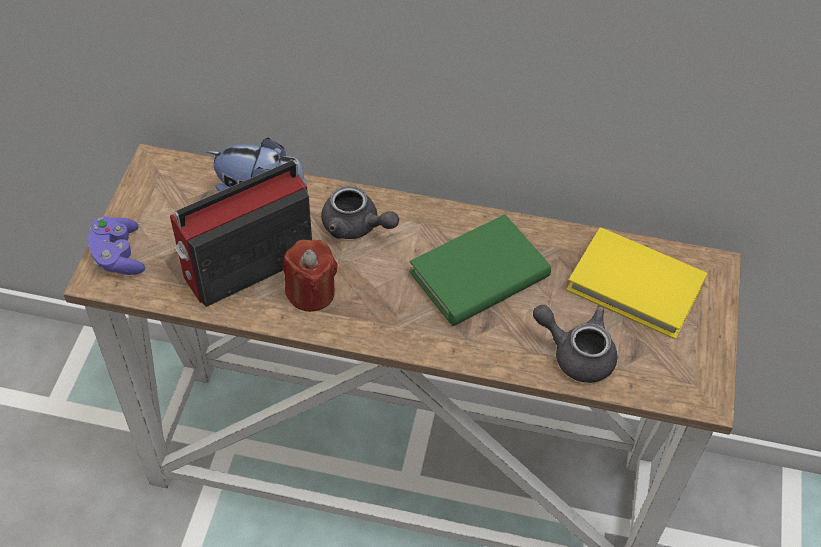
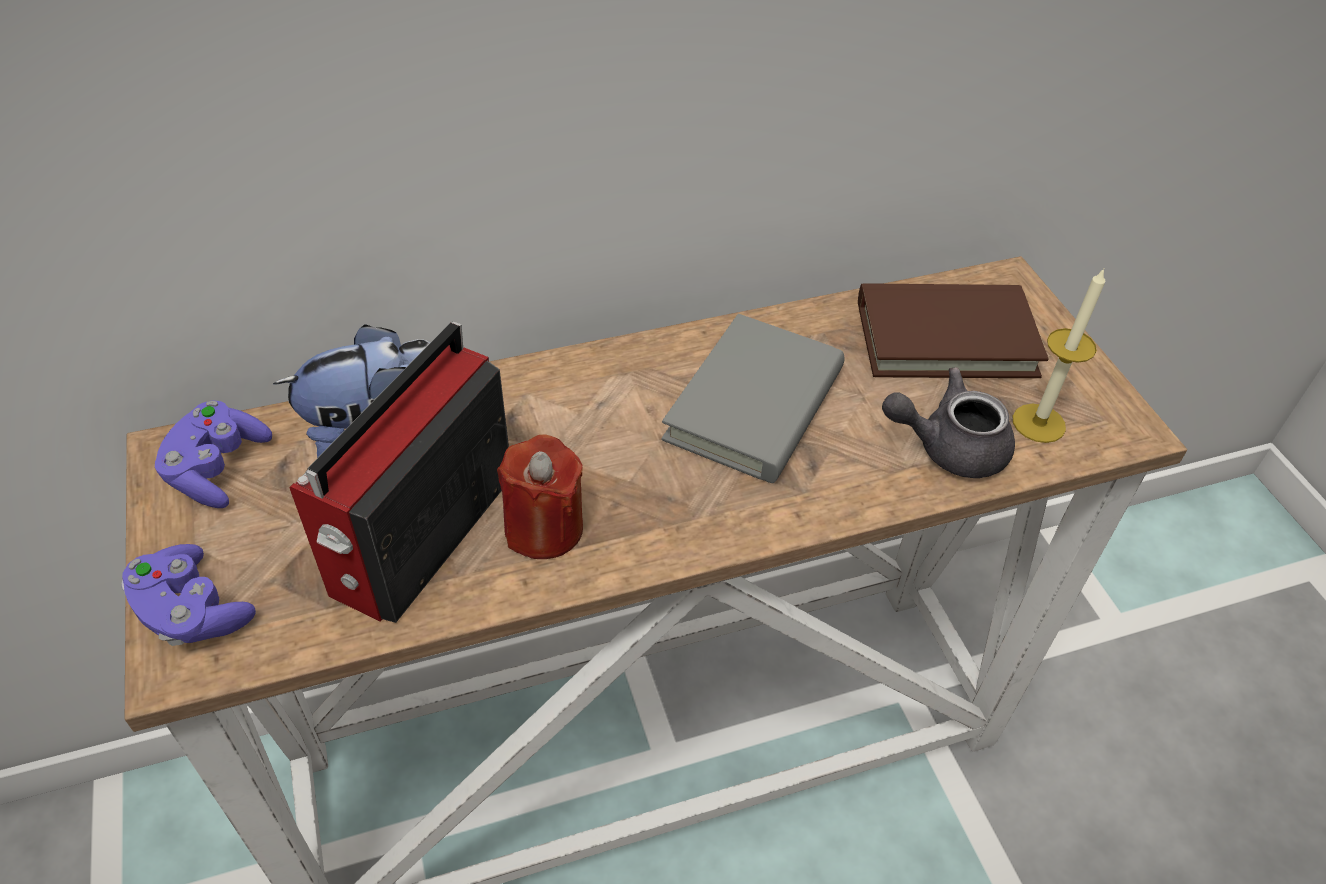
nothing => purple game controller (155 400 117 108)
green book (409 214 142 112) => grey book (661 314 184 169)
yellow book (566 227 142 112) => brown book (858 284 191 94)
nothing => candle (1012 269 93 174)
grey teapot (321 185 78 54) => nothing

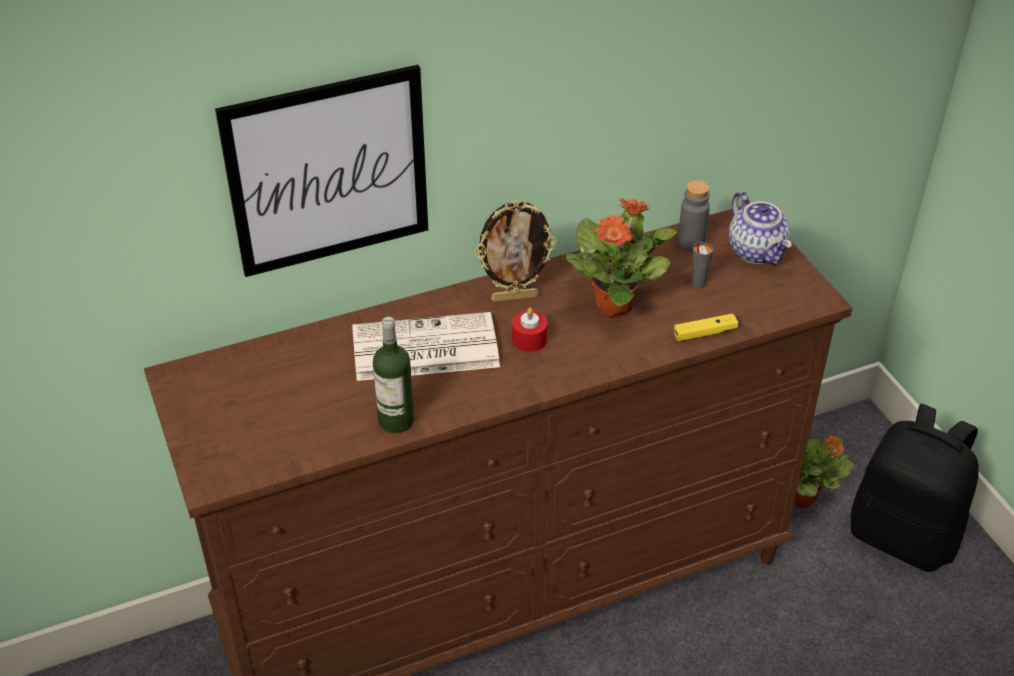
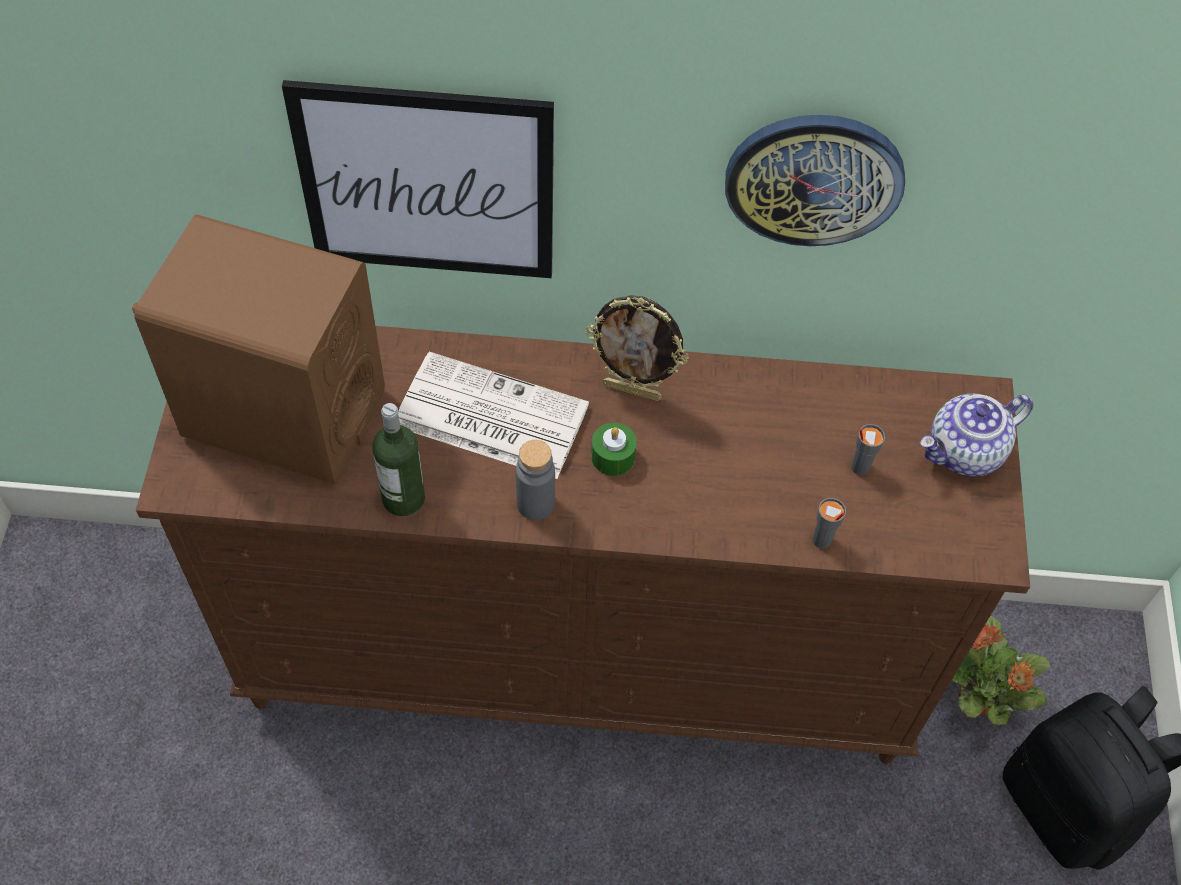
nothing => brown speaker (132 215 253 269)
grey bottle (678 180 32 72) => grey bottle (516 440 39 80), shifted
red candle (512 308 36 44) => green candle (591 423 46 53)
nothing => wall clock (725 115 180 131)
yellow game controller (674 313 64 28) => grey cup (812 498 34 51)
teapot (729 191 63 74) => teapot (920 394 113 83), 60 degrees clockwise
potted plant (566 198 111 119) => nothing

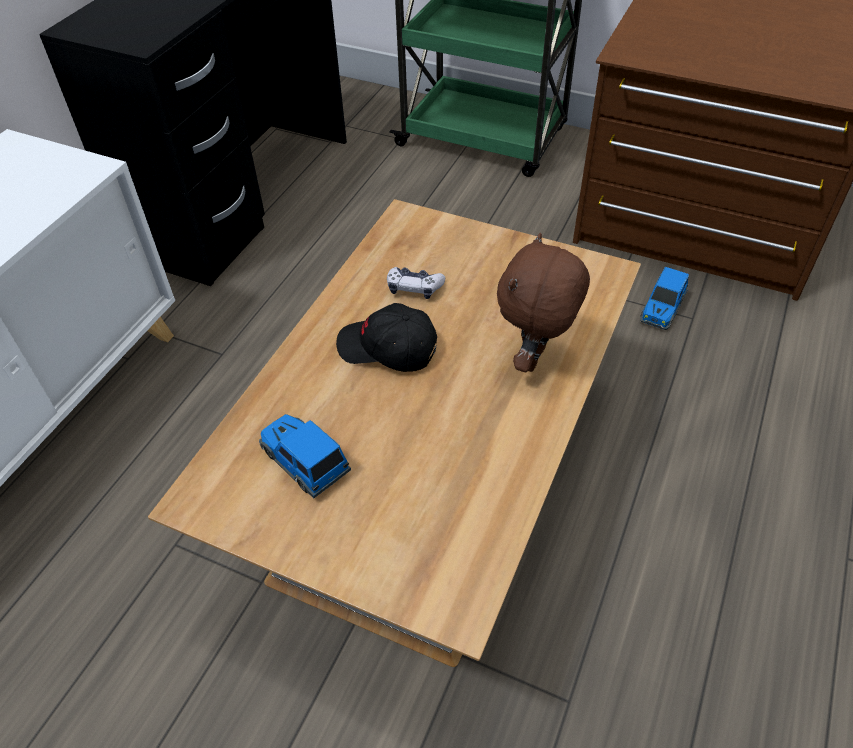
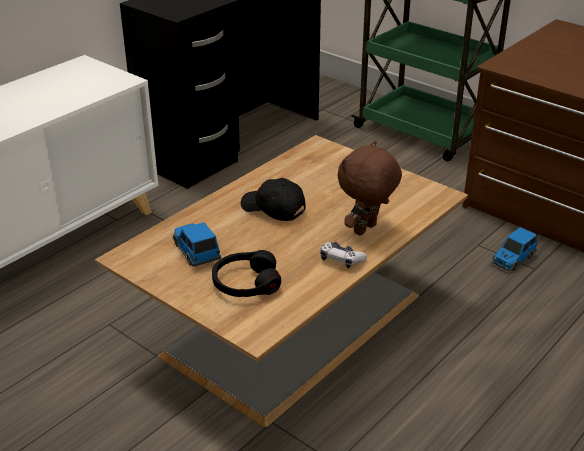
nothing => black headphones (212 250 69 47)
game controller (387 267 58 32) => game controller (320 242 47 26), shifted

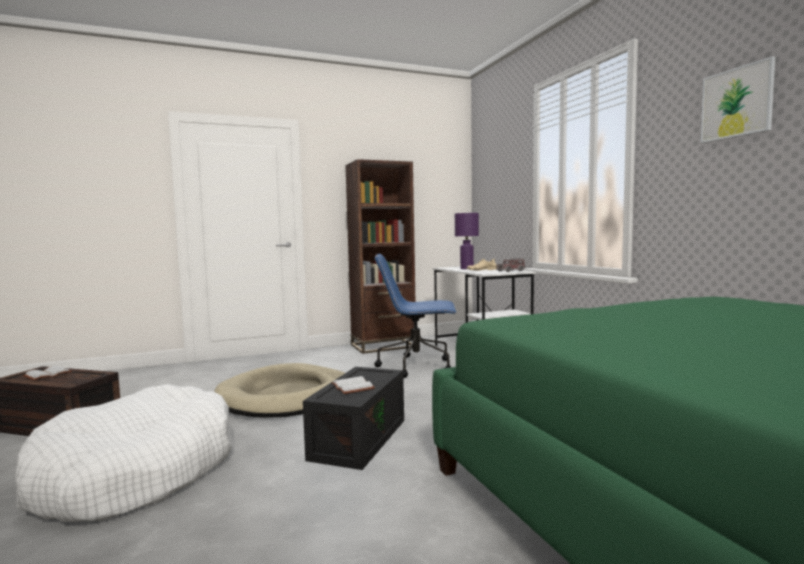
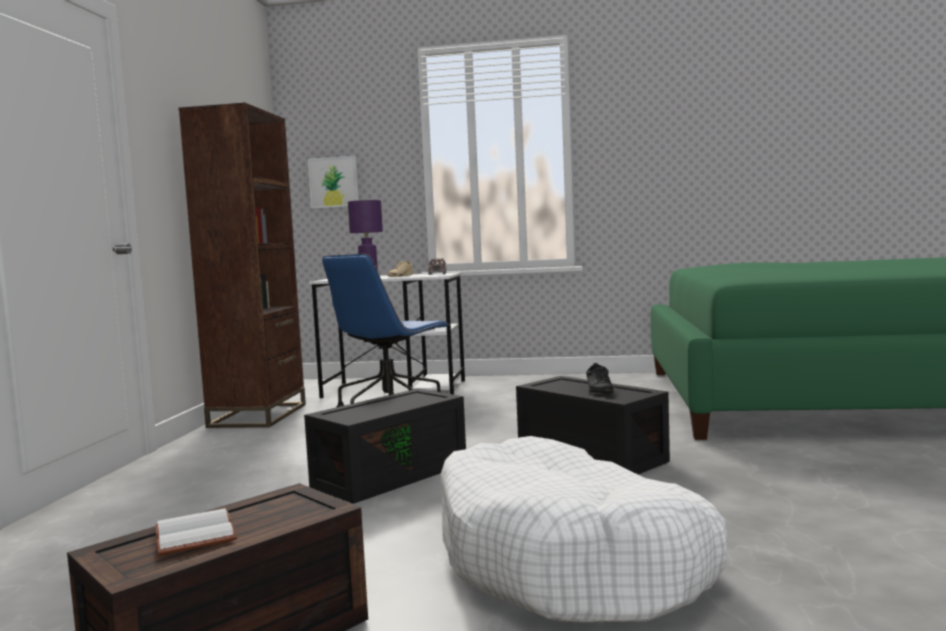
beige dog bed (214 363 131 55) => black storage box (304 389 162 115)
picture (700 56 75 87) => picture (308 156 51 53), shifted
white book (331 376 44 18) => black shoe (586 363 28 30)

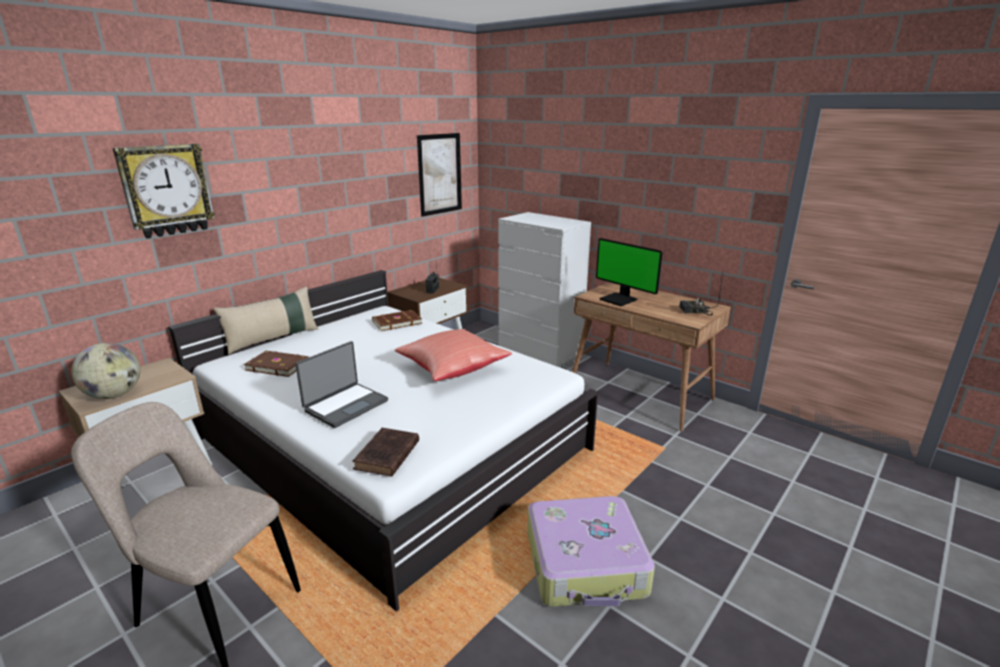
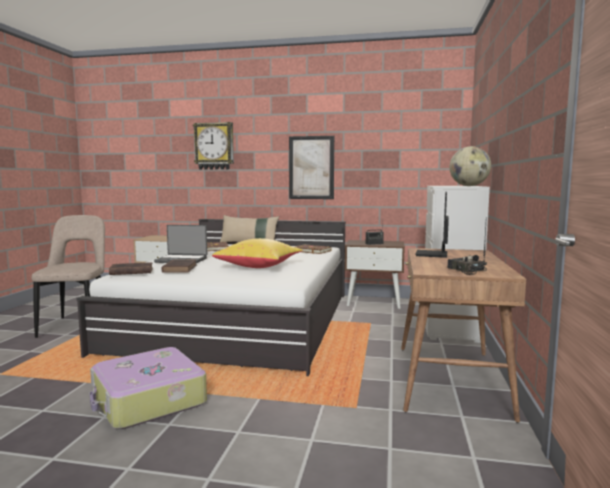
nothing => brown book (161 259 36 14)
red pillow (395 329 117 52) => yellow pillow (212 238 90 30)
picture (417 133 45 84) => picture (289 136 45 63), shifted
globe (71 343 70 56) => globe (449 146 42 40), shifted

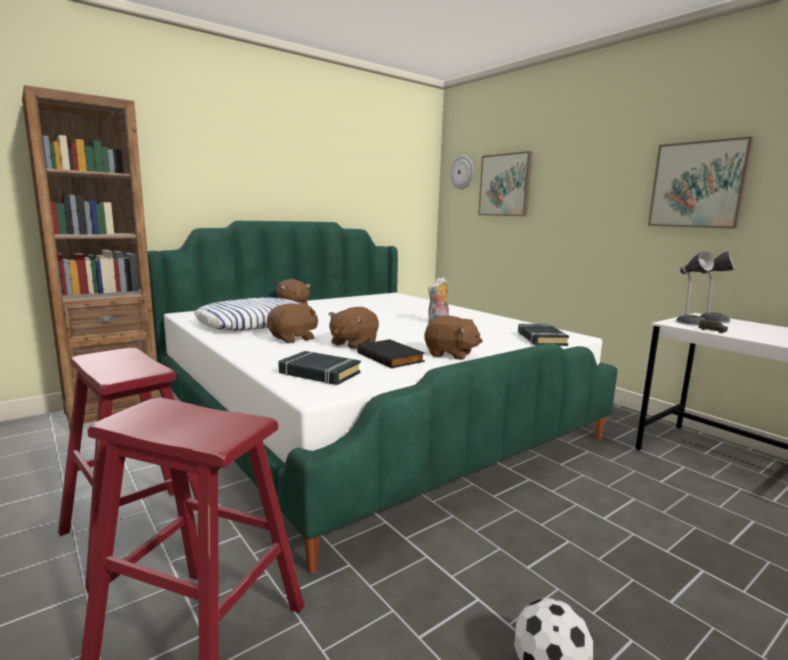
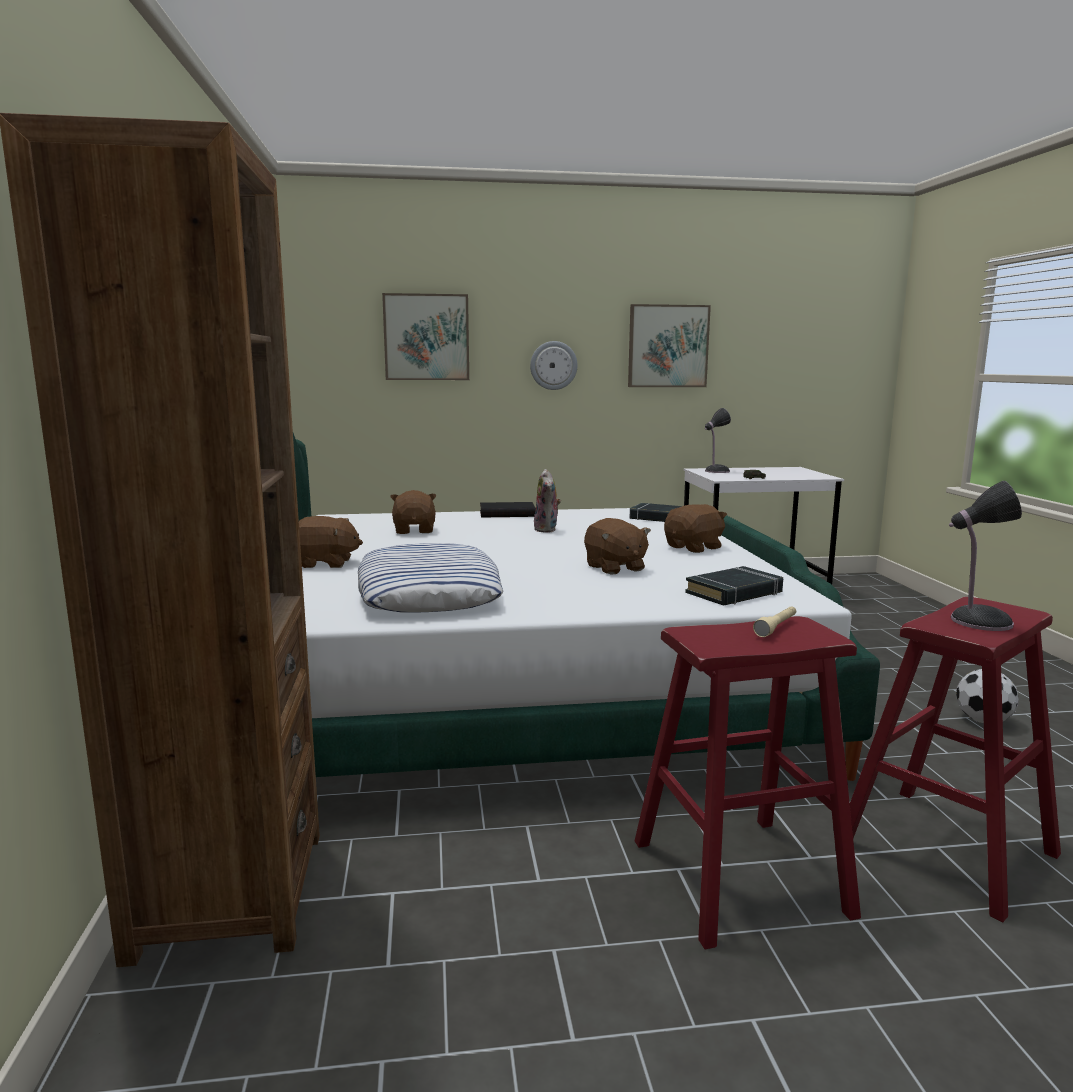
brown plush toy (267 304 51 39) => brown plush toy (390 490 47 44), shifted
black book (357 339 68 29) => black book (480 502 56 15), shifted
wall clock (450 155 24 34) => wall clock (530 341 48 49), shifted
nothing => beige flashlight (753 606 43 31)
table lamp (676 251 38 75) => table lamp (949 481 73 150), shifted

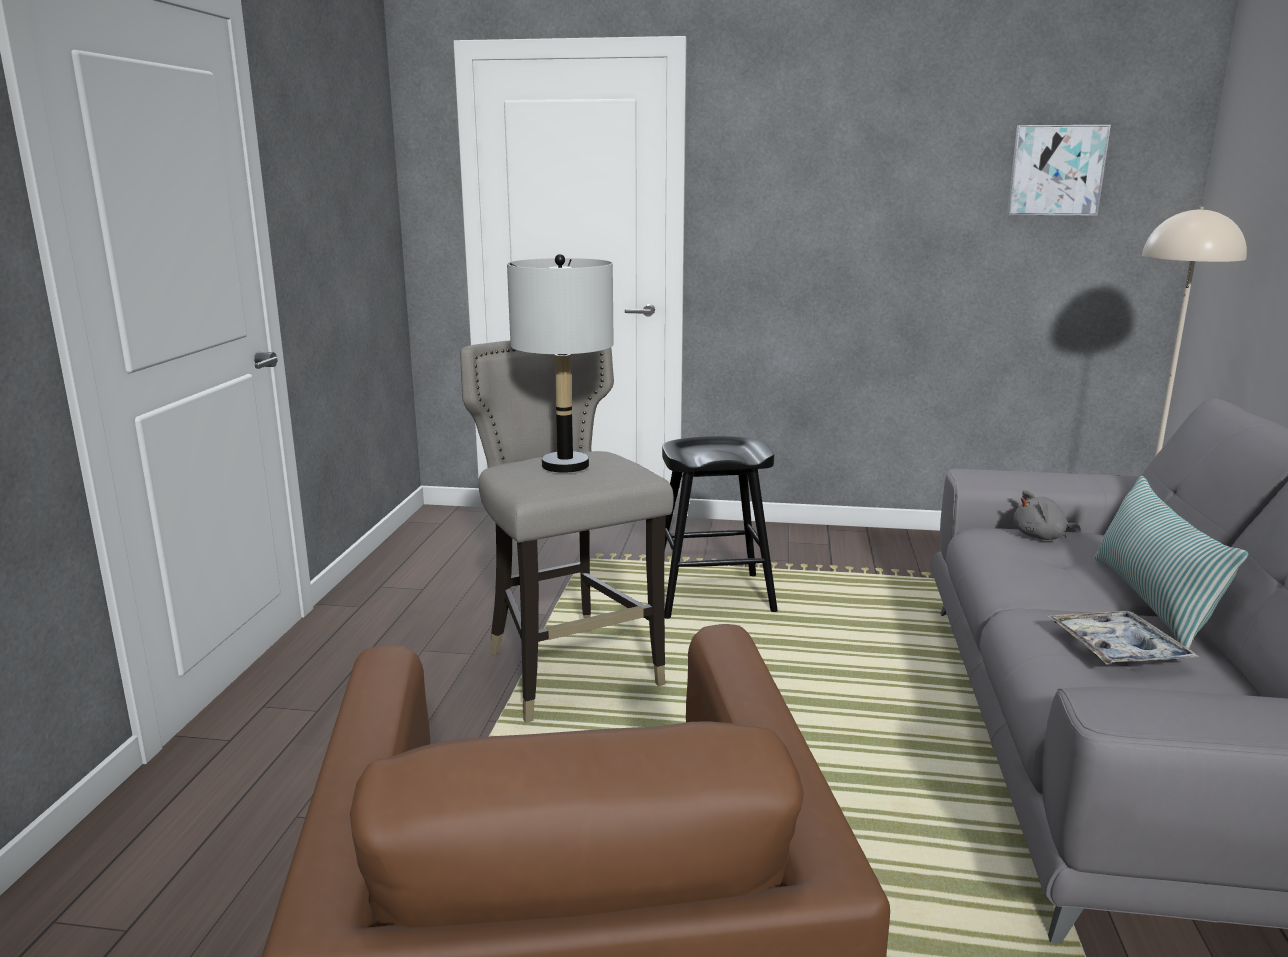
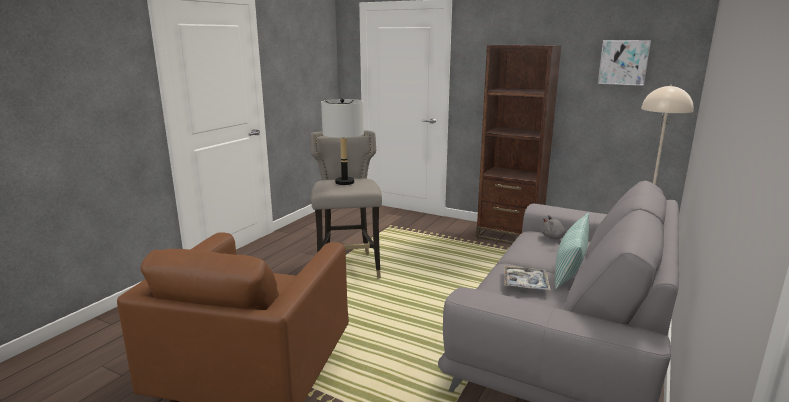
nothing => brown bookcase (476 45 86 199)
black stool (662 436 116 183) => nothing

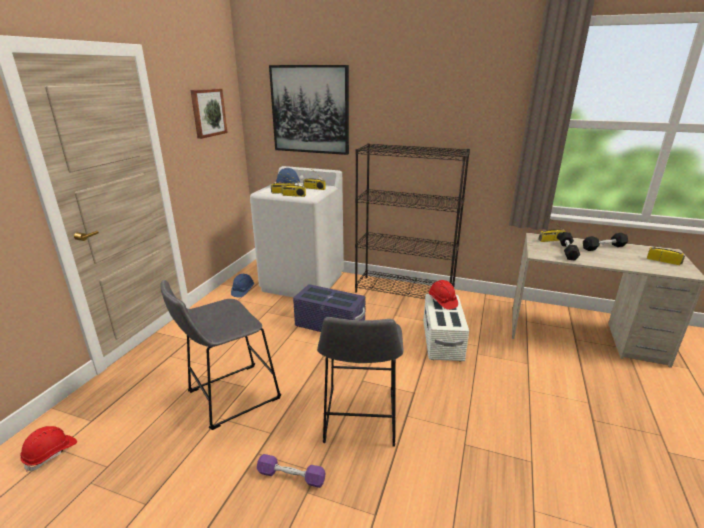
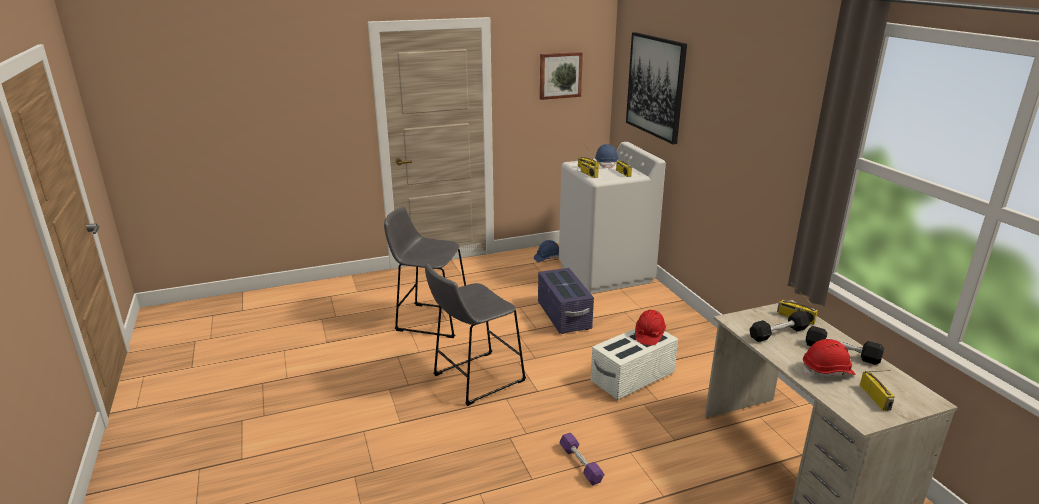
purple dumbbell (257 454 69 34) => purple dumbbell (559 433 46 52), shifted
red hard hat (20 426 57 46) => red hard hat (802 339 54 39), shifted
black bookcase (355 143 115 156) => nothing

